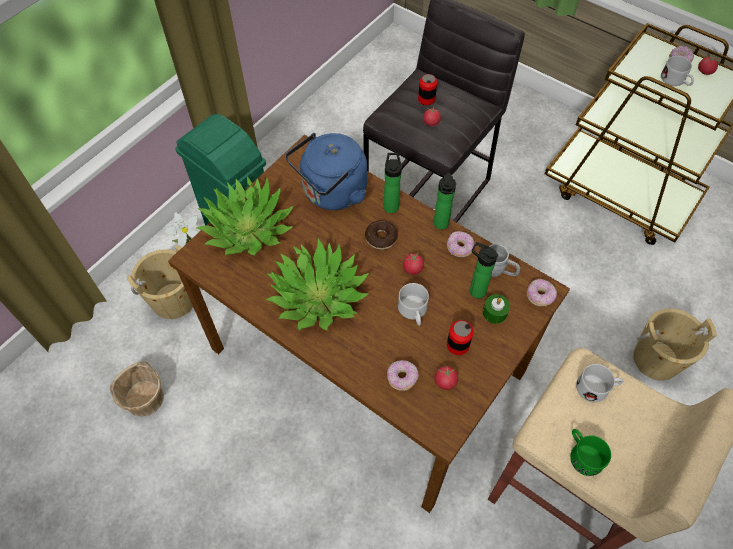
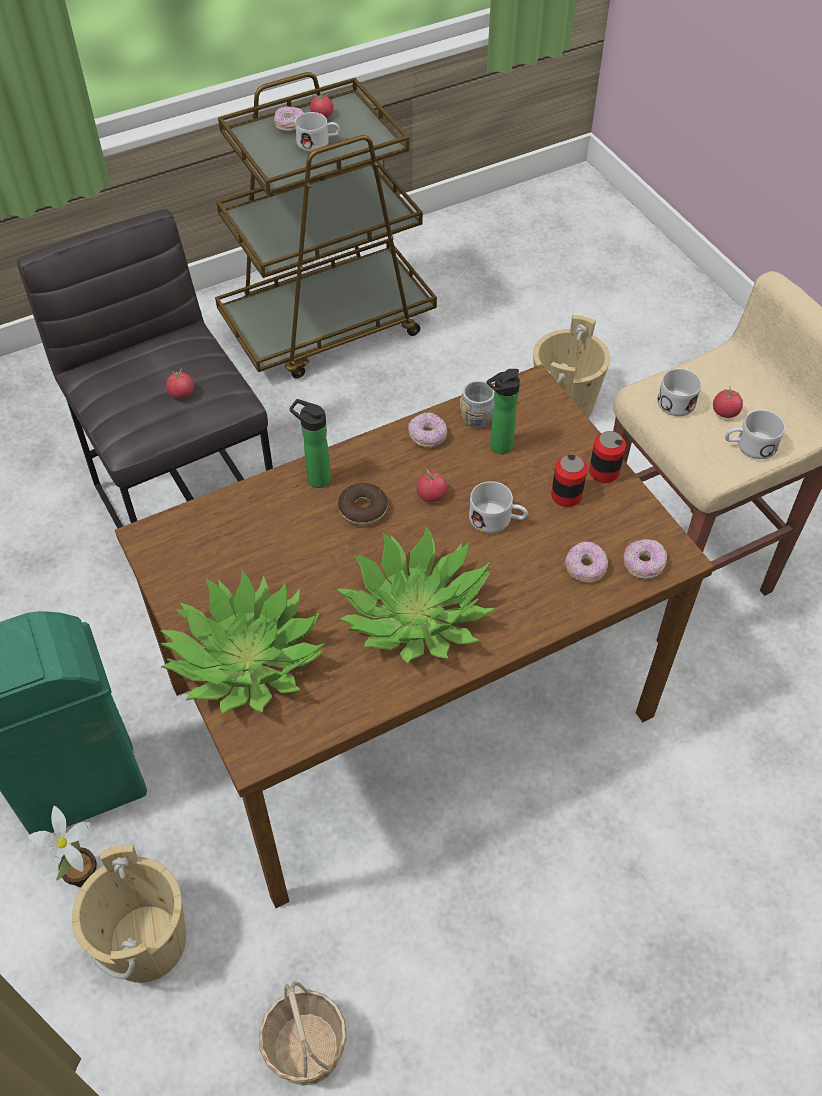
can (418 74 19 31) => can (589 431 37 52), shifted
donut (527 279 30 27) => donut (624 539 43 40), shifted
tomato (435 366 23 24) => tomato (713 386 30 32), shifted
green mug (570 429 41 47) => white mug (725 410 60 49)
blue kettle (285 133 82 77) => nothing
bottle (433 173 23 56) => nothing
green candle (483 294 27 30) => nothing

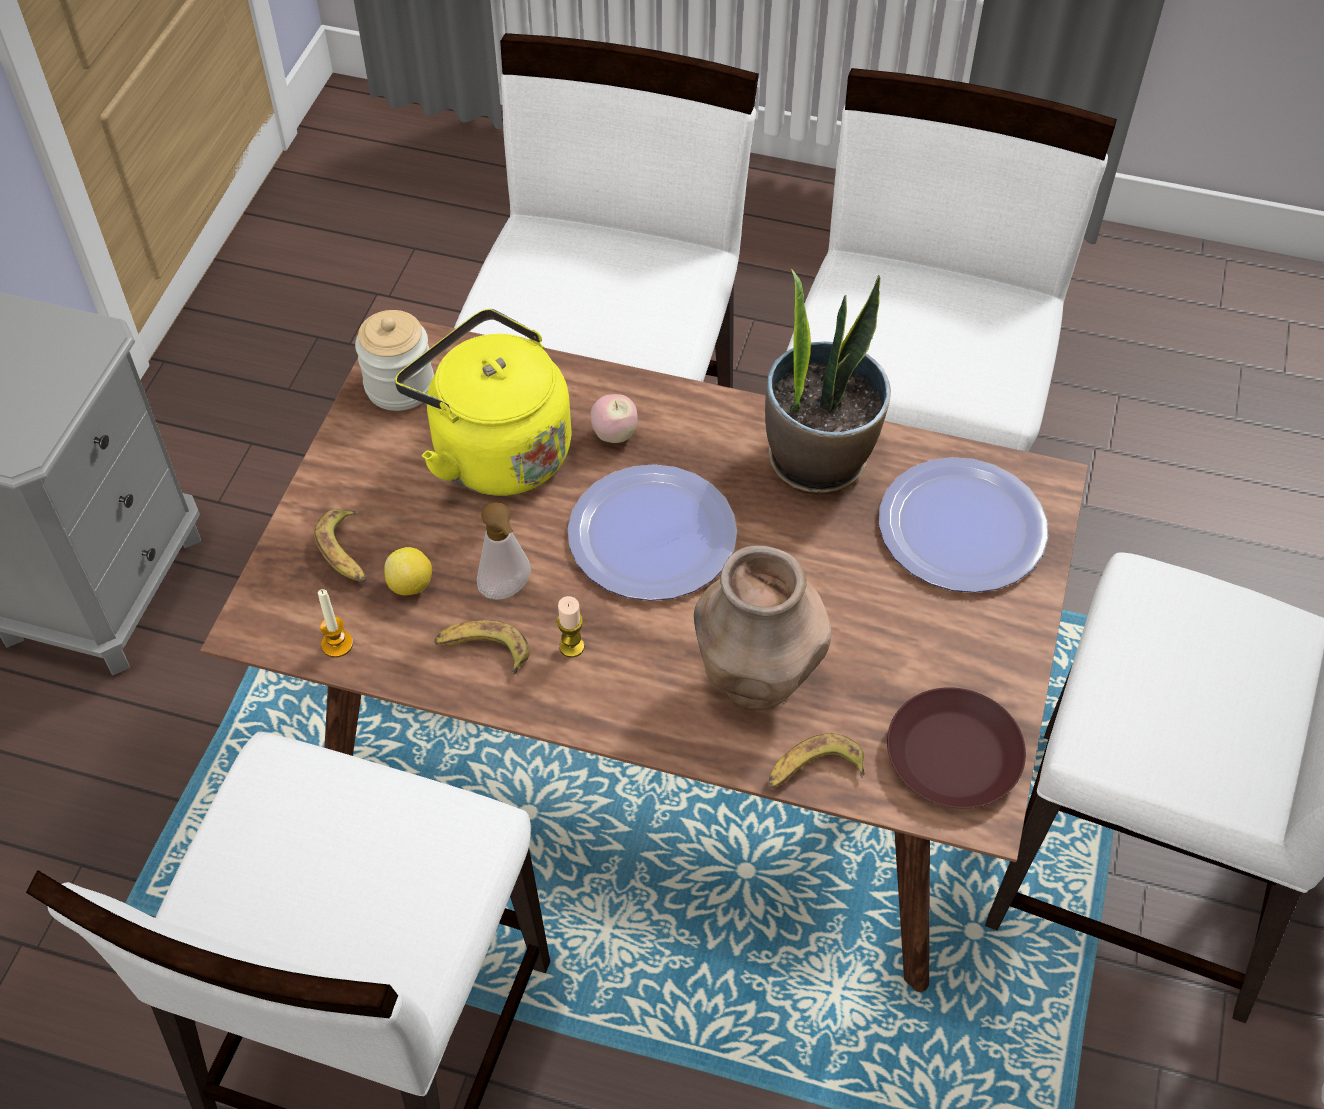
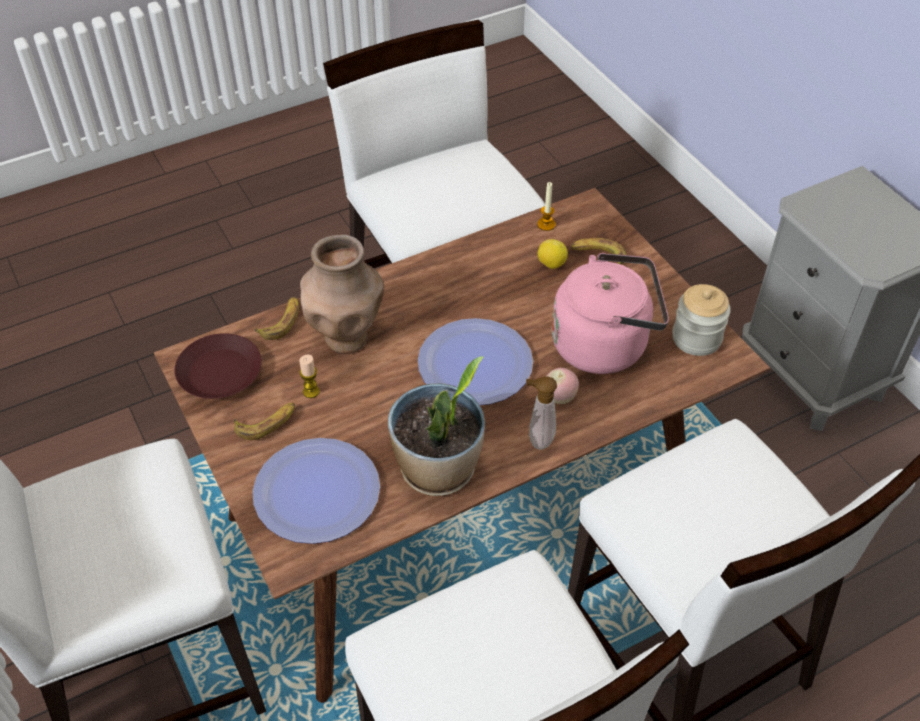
banana (434 620 96 54) => banana (234 402 61 38), shifted
candle (557 596 28 62) => candle (299 355 21 43), shifted
soap dispenser (477 502 54 98) => soap dispenser (526 376 31 74), shifted
yellow kettle (395 309 176 187) => pink kettle (552 253 117 121)

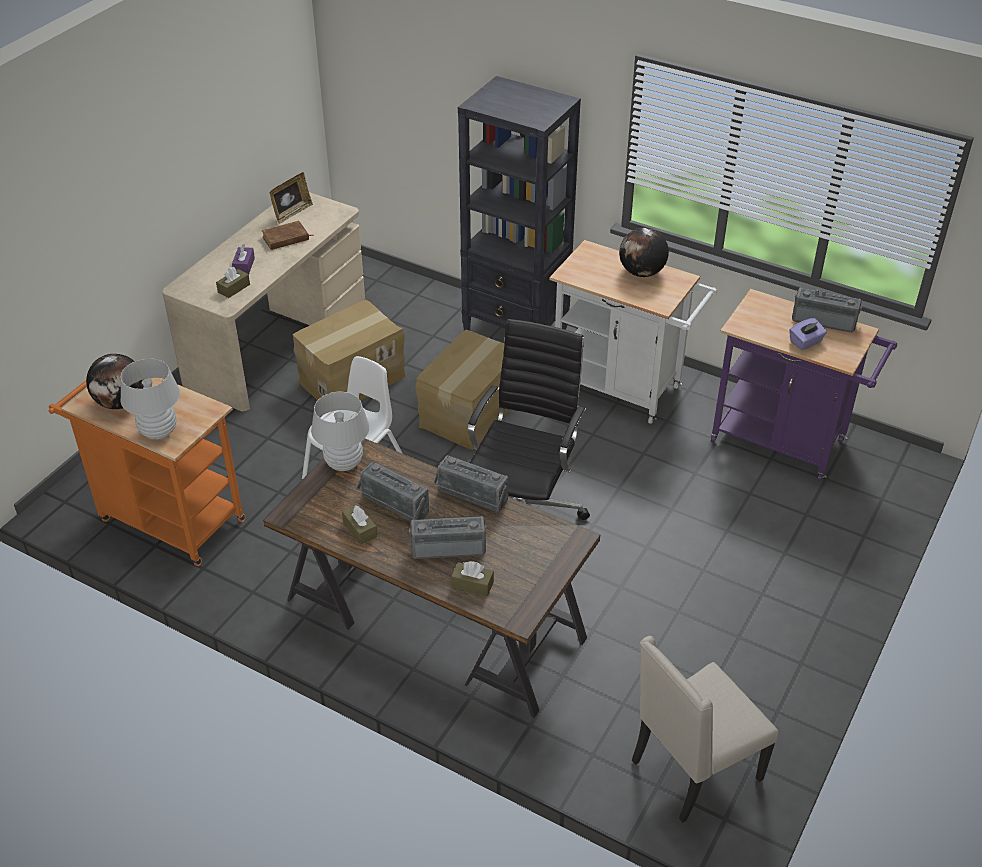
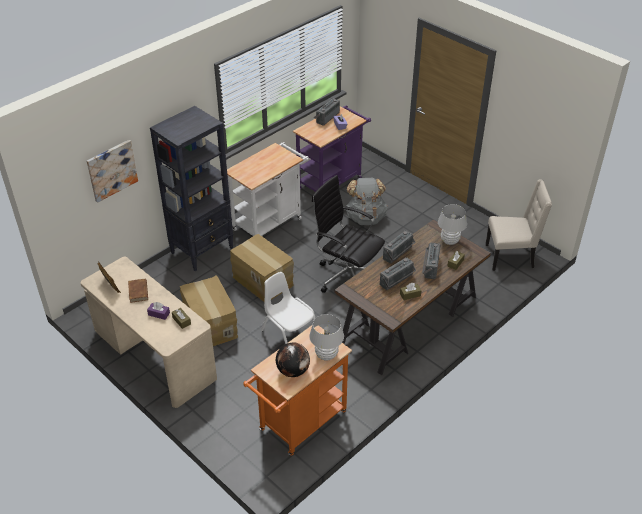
nothing => picture (87 140 51 63)
nothing => grey backpack (346 178 42 47)
white table lamp (311 391 59 80) => white table lamp (438 204 29 41), shifted
beige chair (632 636 147 187) => beige chair (486 179 66 92), 75 degrees counterclockwise
globe (619 227 50 50) => nothing

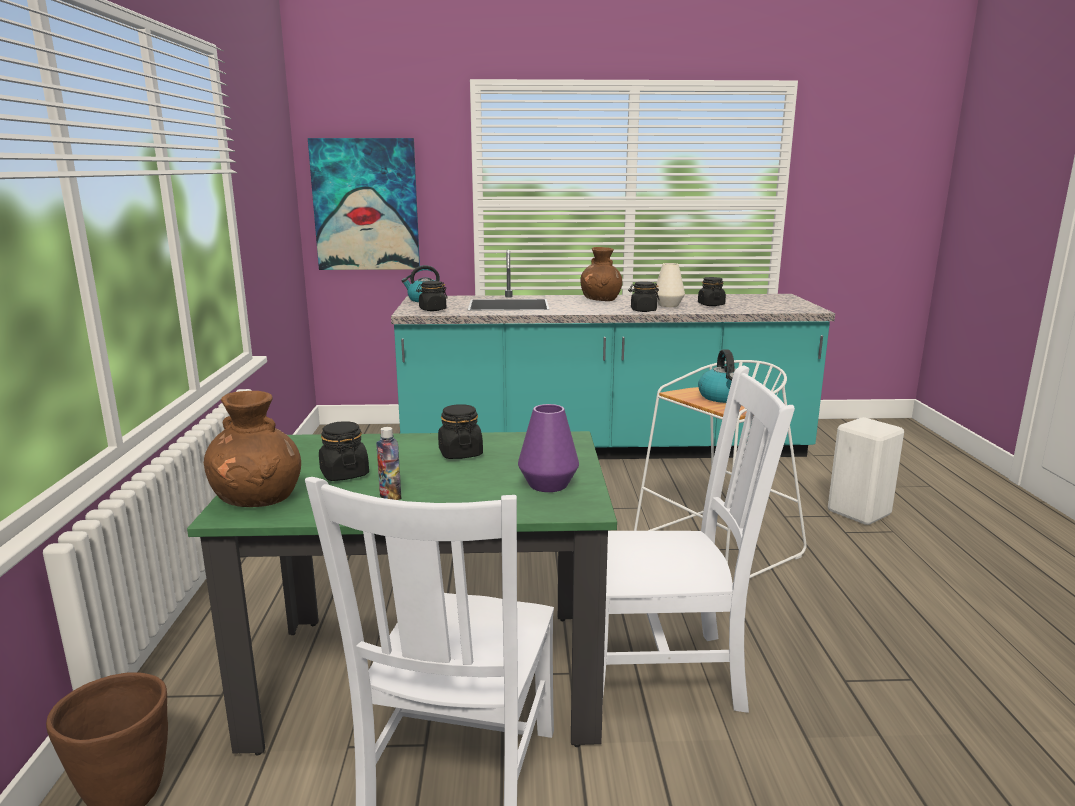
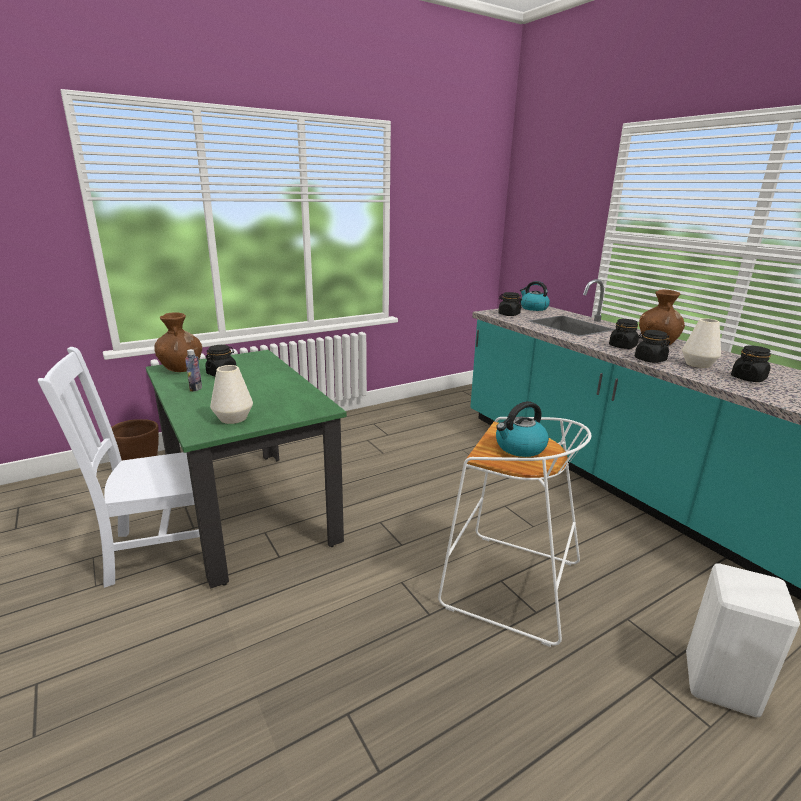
purple vase (518 404 61 88) => white vase (210 365 43 59)
black jar (438 404 45 55) => black jar (609 319 30 30), shifted
picture (308 138 112 132) => nothing
white chair (603 366 192 347) => nothing

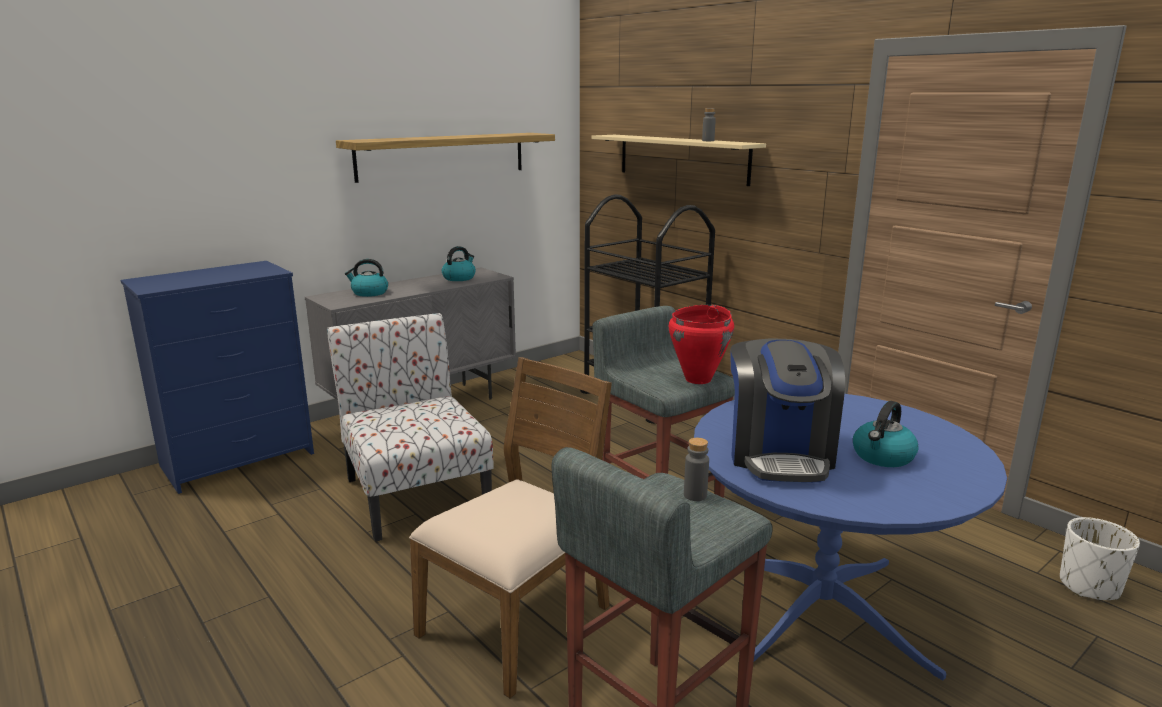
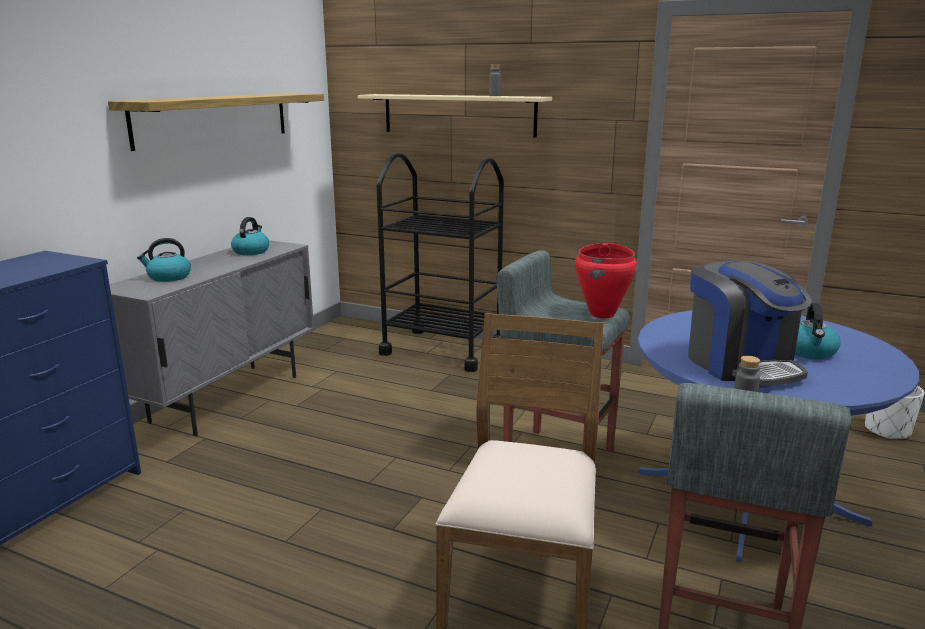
chair (327 313 167 229) => nothing

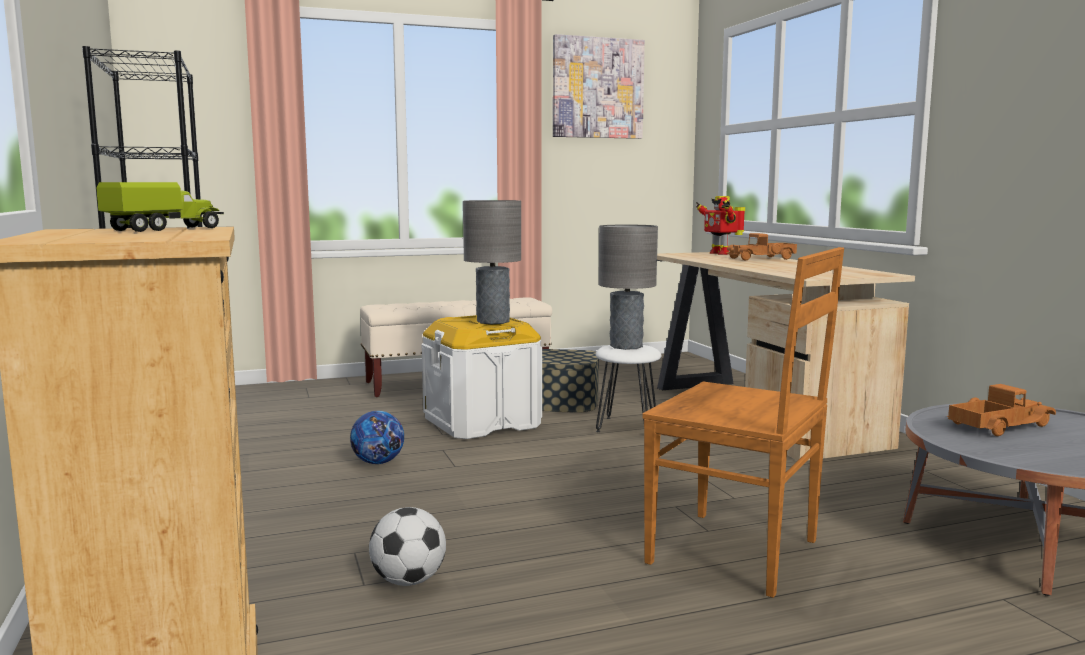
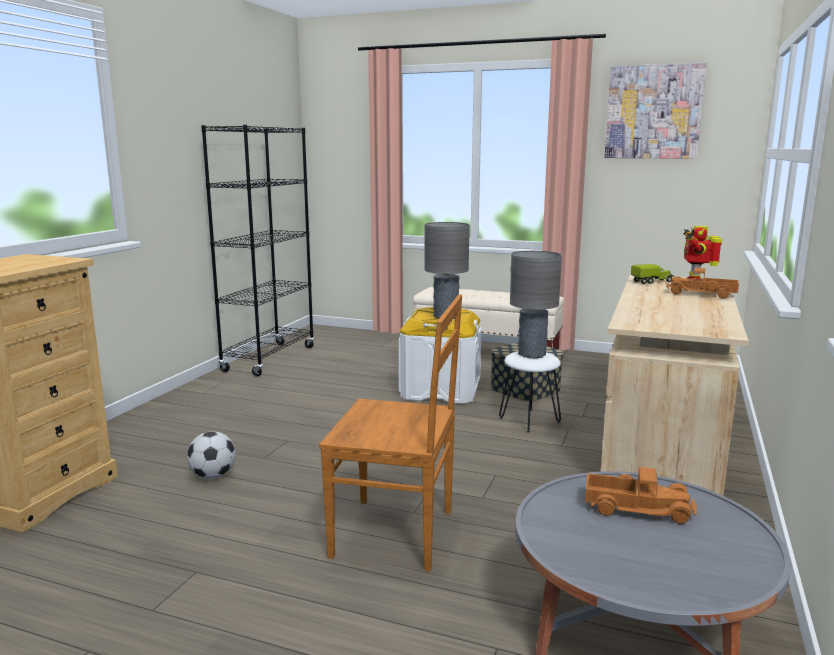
brown chair (642 247 202 351) => brown chair (319 294 143 278), 60 degrees counterclockwise
toy truck (96 182 128 50) => toy truck (631 264 44 20), shifted
football (350 411 54 53) => nothing

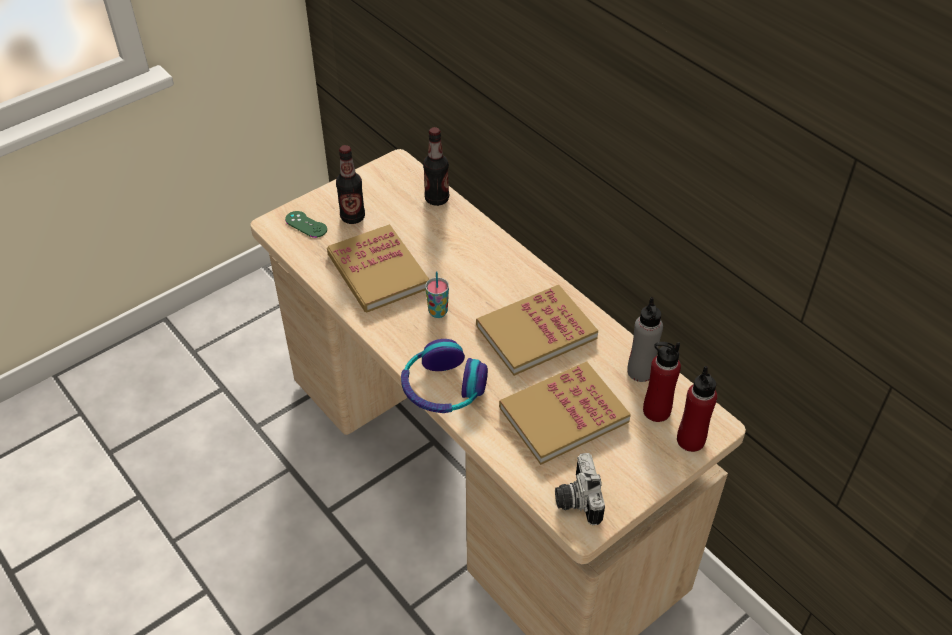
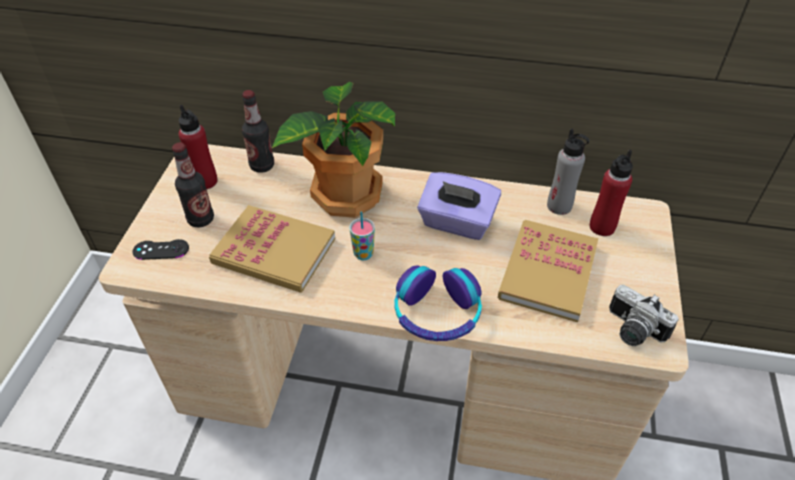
green game controller (285 211 42 27) => black game controller (132 239 57 21)
red bottle (677 366 40 86) => red bottle (179 105 39 84), shifted
nothing => potted plant (272 82 123 136)
book (476 285 122 91) => purple tissue box (417 172 84 68)

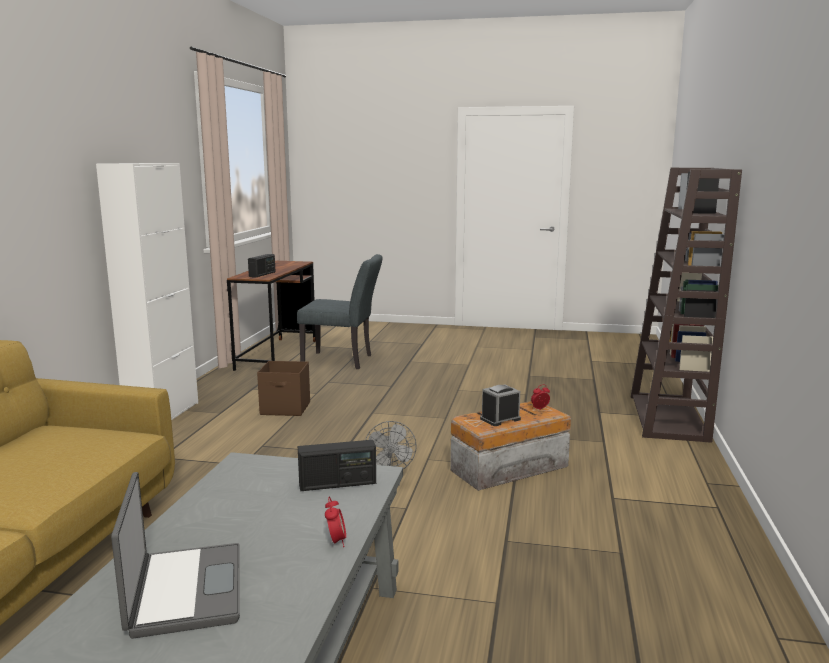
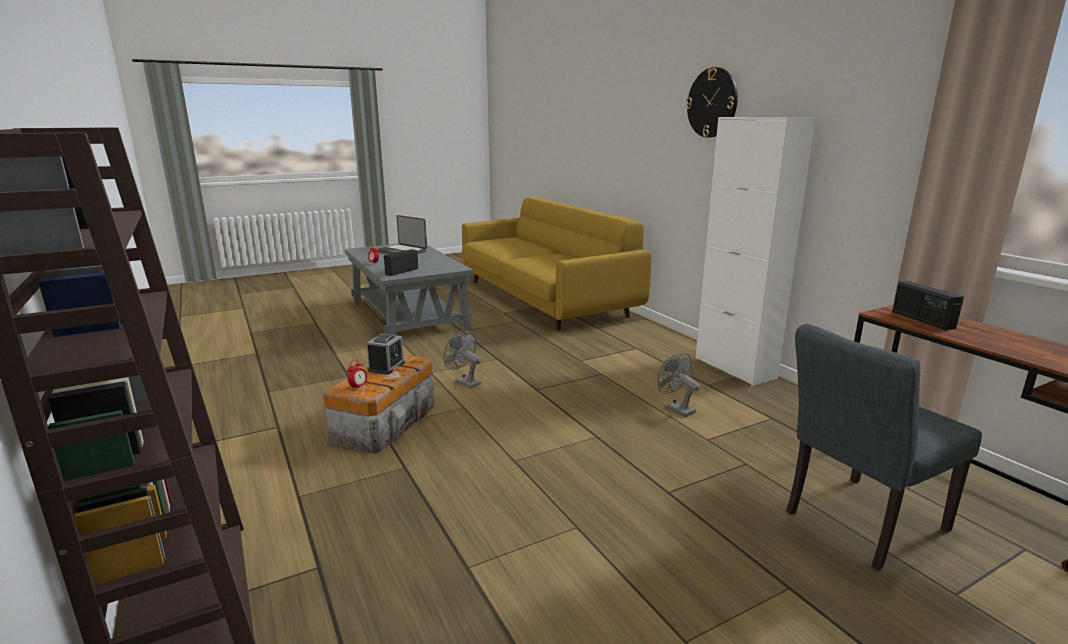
brown storage box (257 361 53 55) => grey fan (658 353 42 64)
nothing => wall clock (686 67 52 71)

